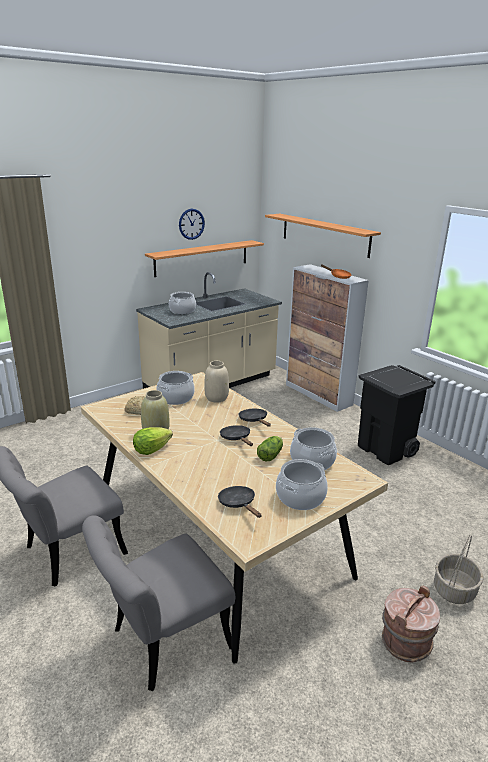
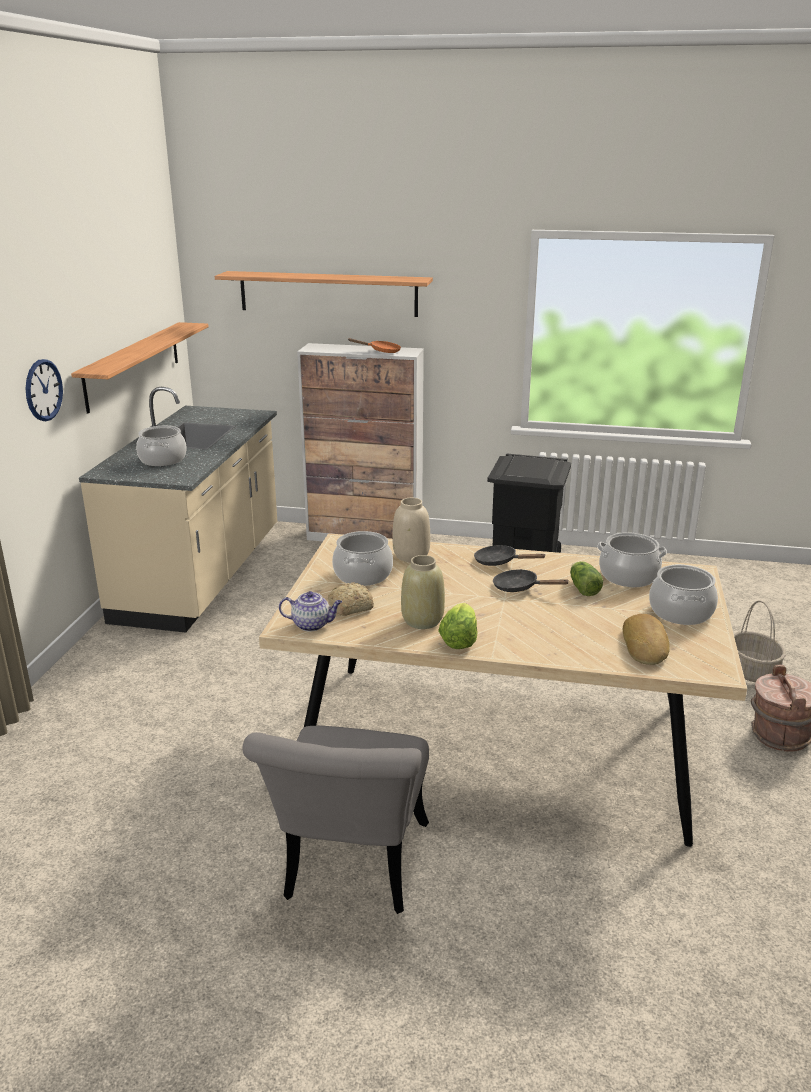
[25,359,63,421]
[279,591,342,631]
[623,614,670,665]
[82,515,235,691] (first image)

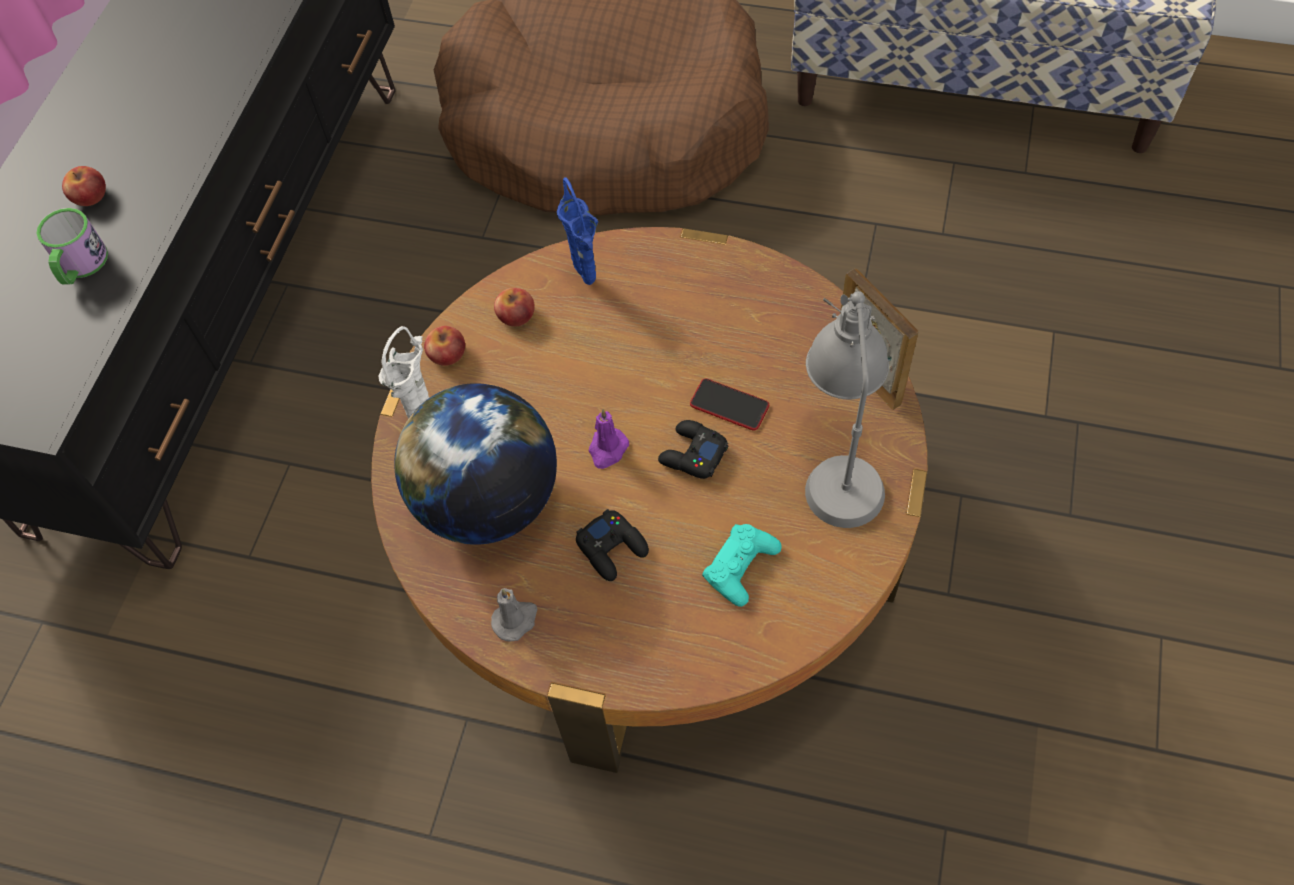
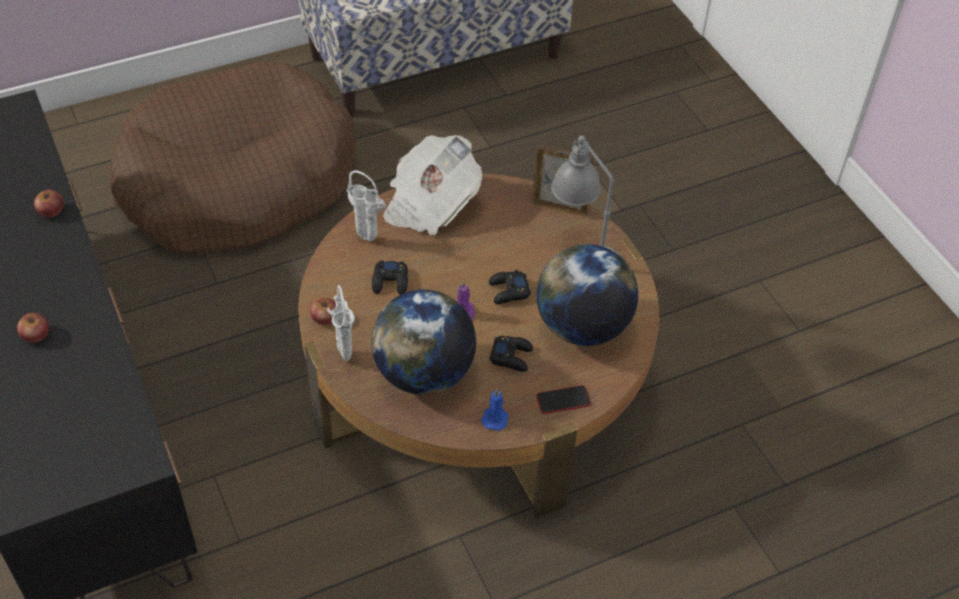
[34,190,64,217]
[346,170,386,241]
[372,261,408,295]
[383,135,482,235]
[481,388,508,431]
[536,385,591,414]
[537,244,638,346]
[36,208,108,285] (first image)

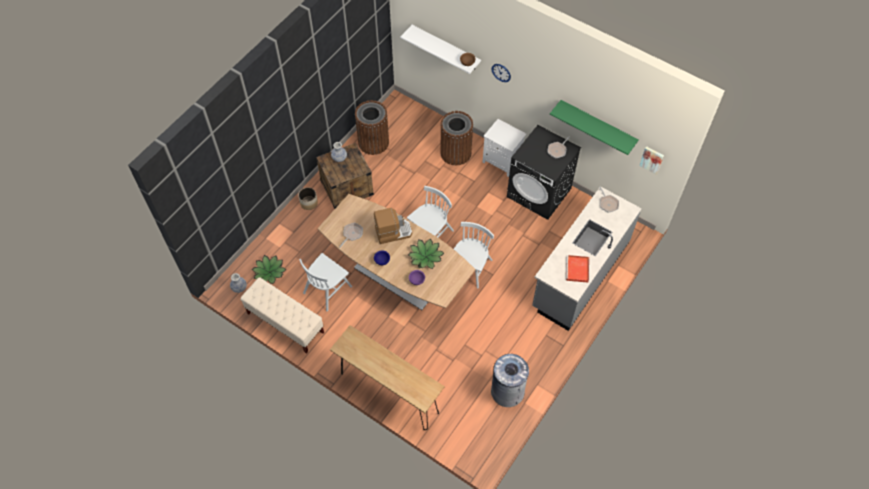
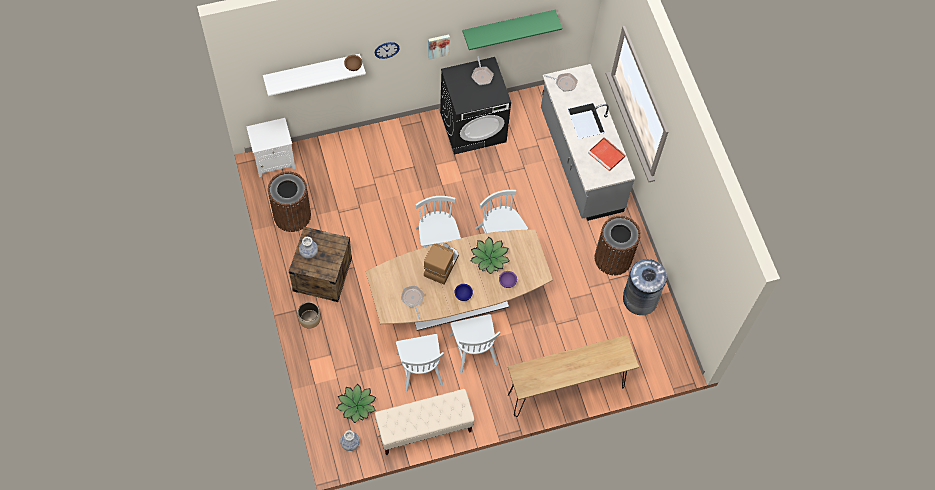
[246,118,295,177]
[428,35,450,60]
[450,314,500,373]
[595,216,641,276]

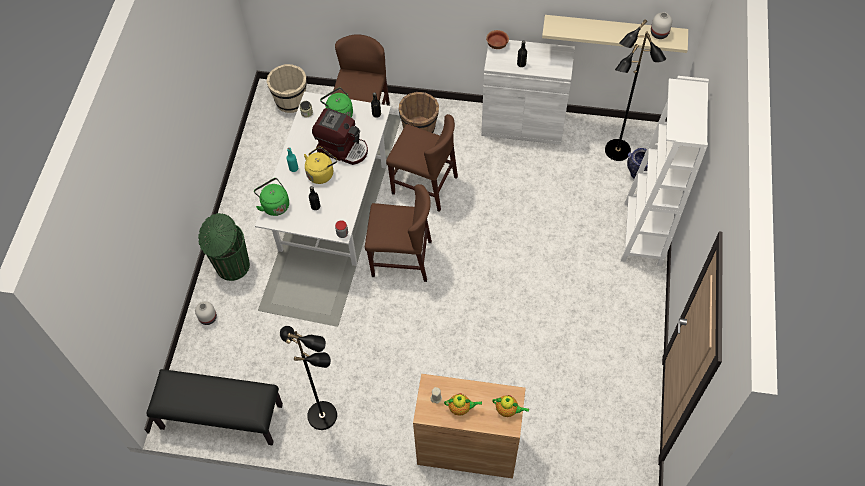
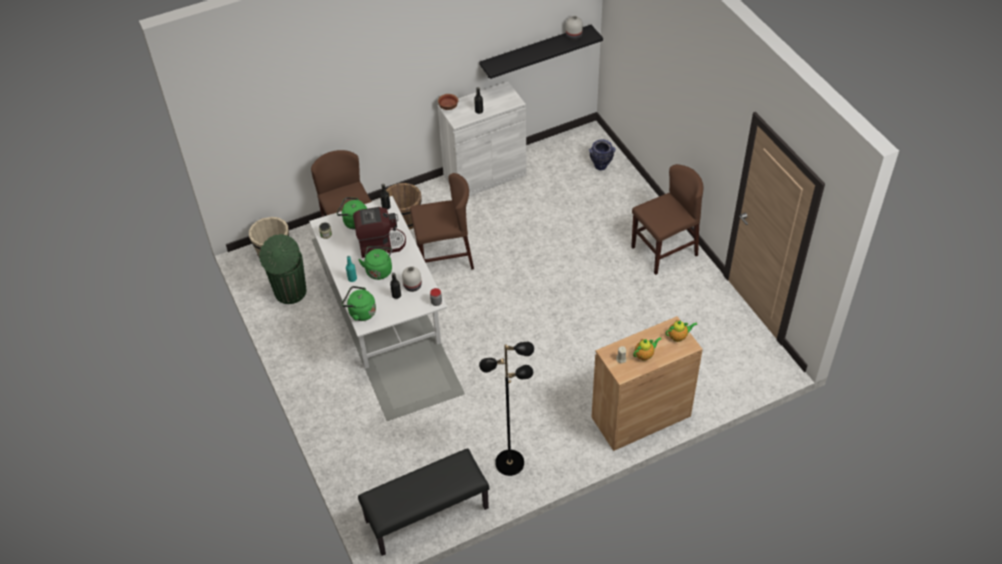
[259,234,306,304]
[358,246,392,280]
[402,267,422,292]
[479,25,603,79]
[631,164,703,275]
[605,19,666,161] (first image)
[621,76,709,266] (first image)

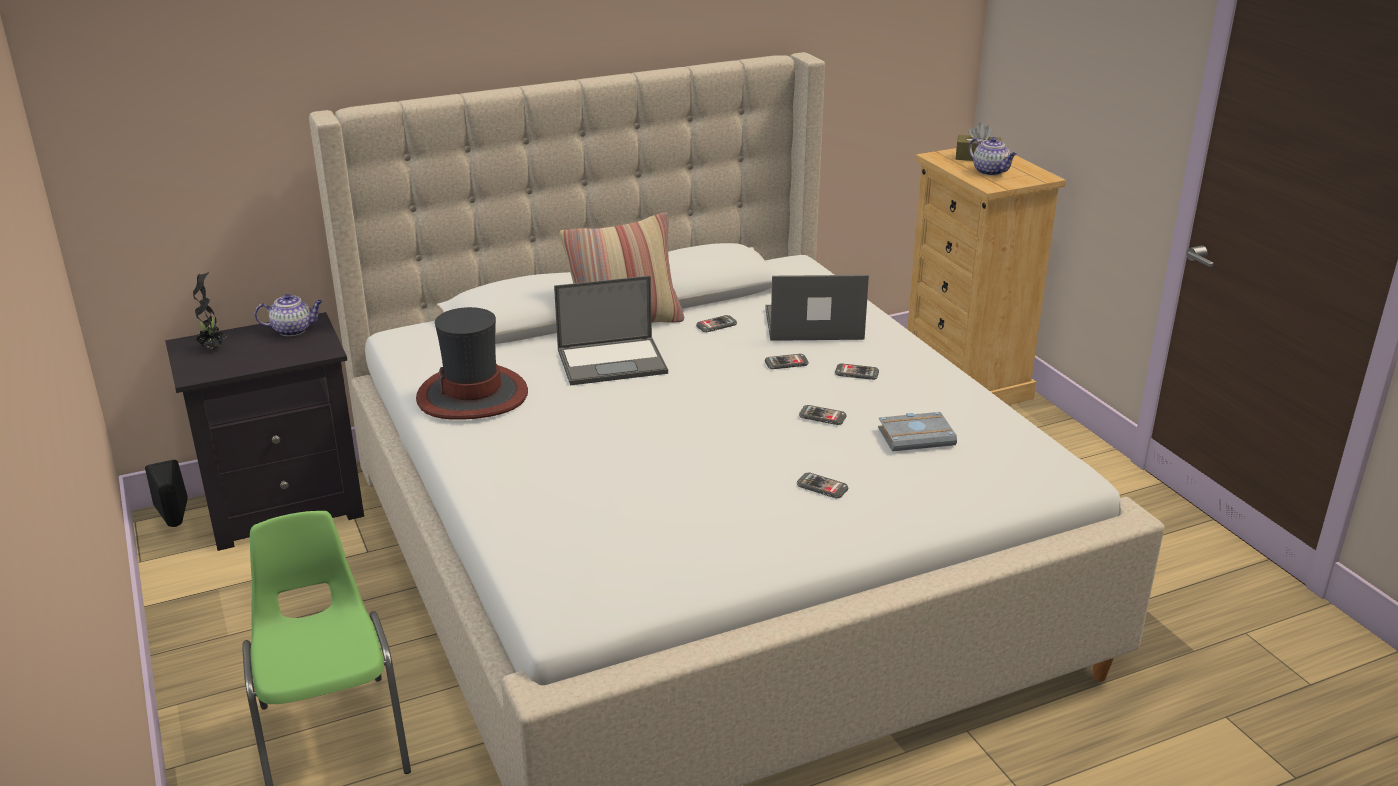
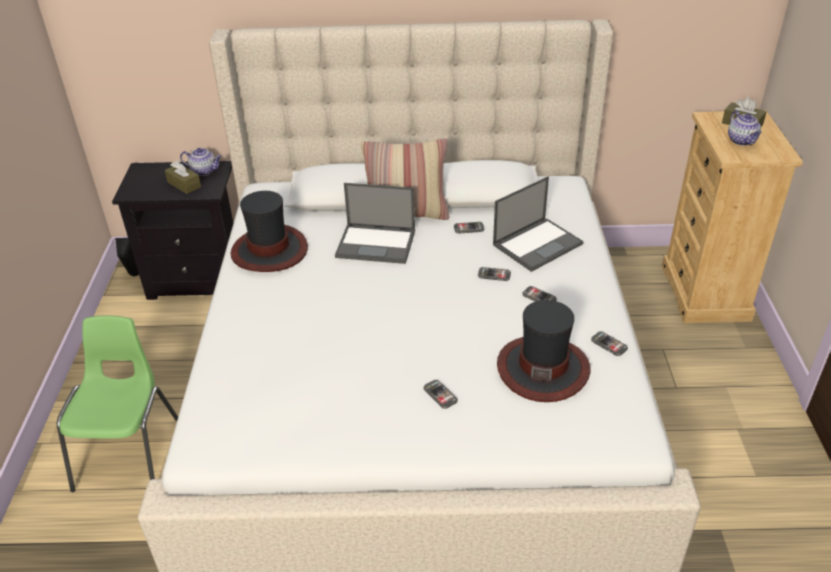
[165,160,201,194]
[493,176,584,272]
[497,300,591,402]
[591,331,628,356]
[193,272,225,349] (first image)

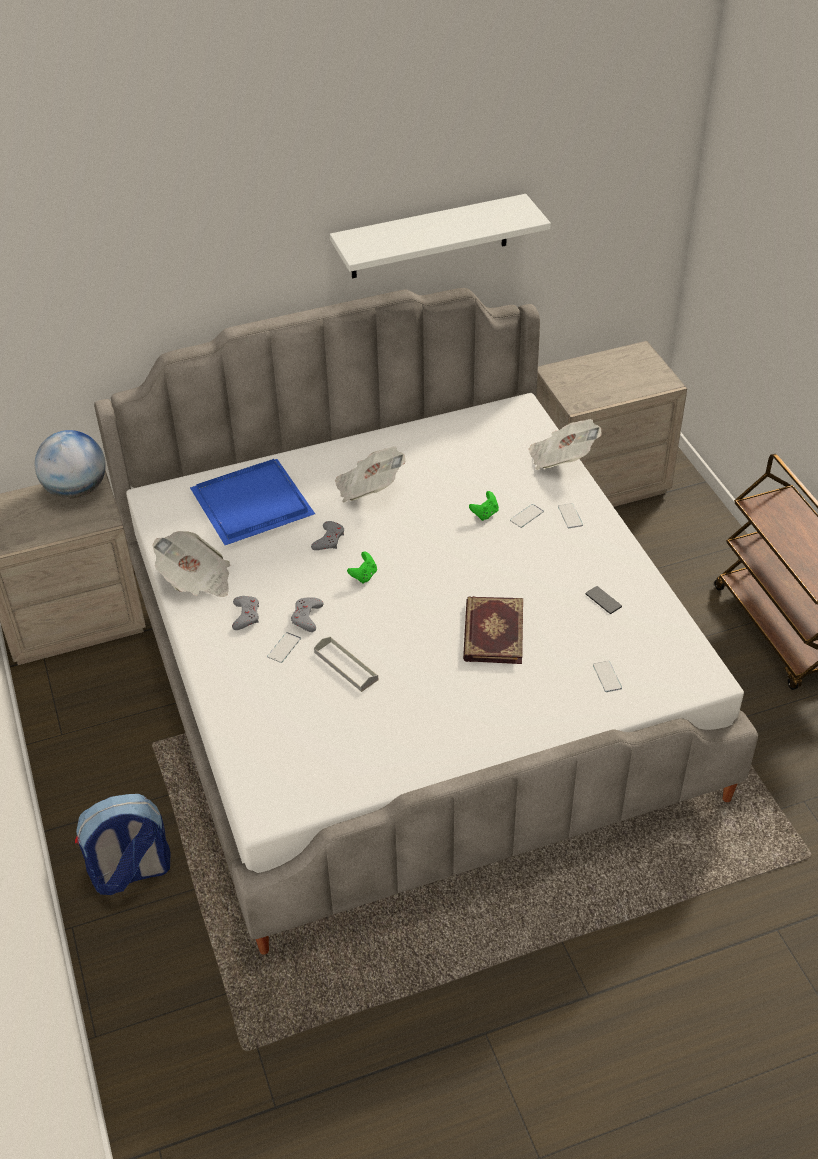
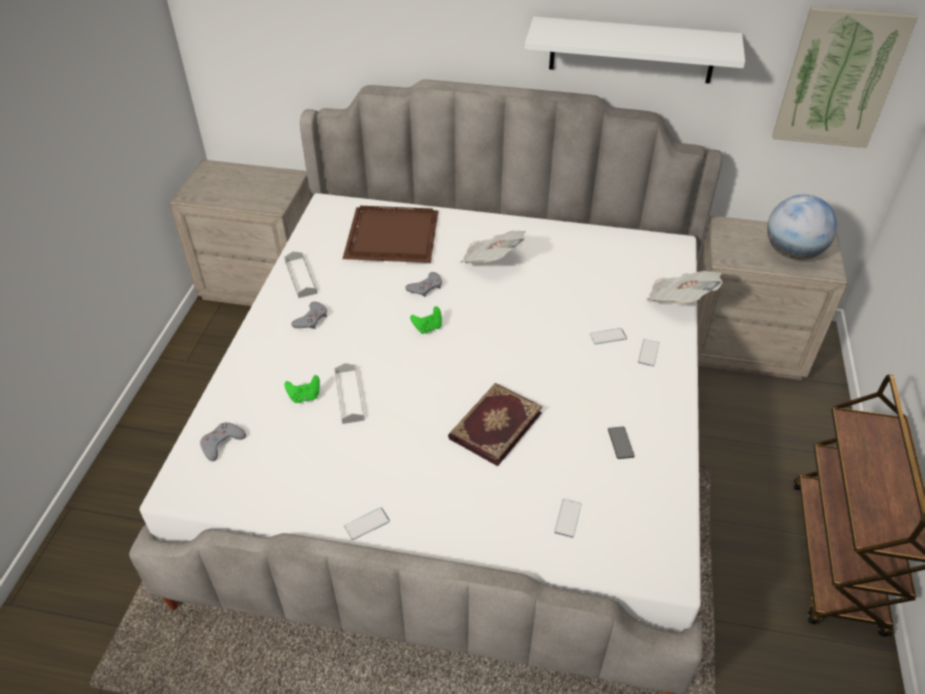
[200,422,246,461]
[284,252,317,298]
[285,375,320,403]
[342,206,439,263]
[344,508,390,540]
[767,195,837,260]
[772,6,918,148]
[75,794,170,895] (first image)

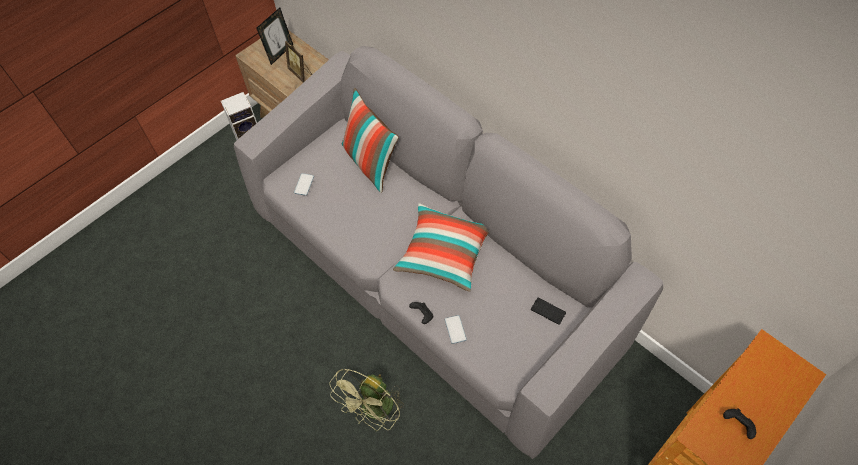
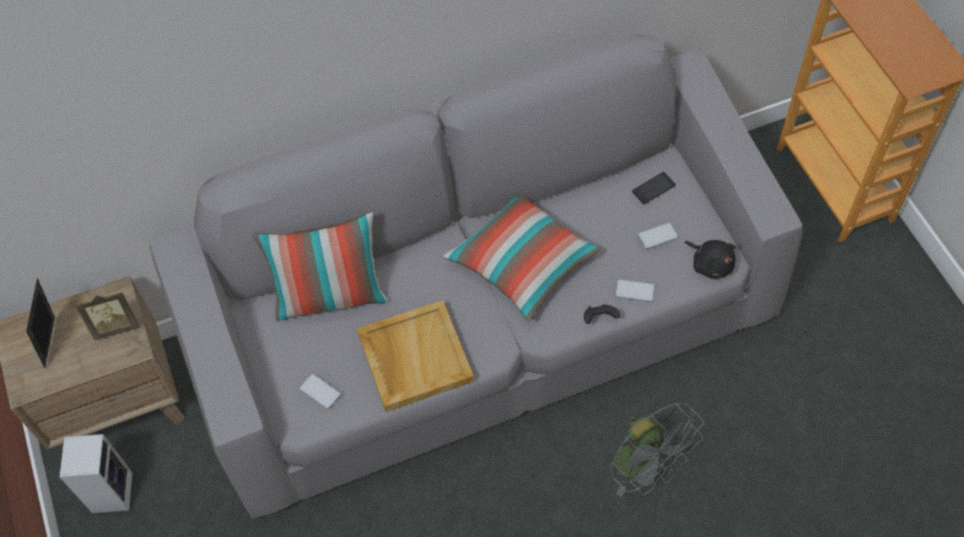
[26,278,55,368]
[357,300,474,412]
[611,402,704,497]
[638,222,678,249]
[684,240,736,279]
[723,408,756,439] (first image)

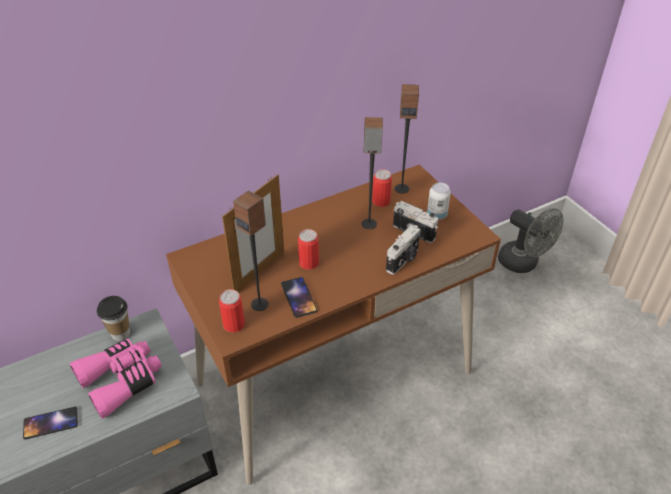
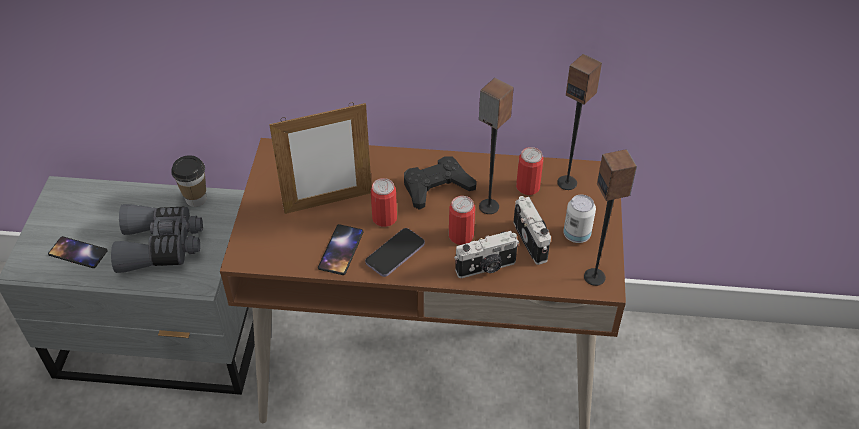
[111,204,203,273]
[365,228,425,277]
[404,156,477,210]
[449,196,475,245]
[584,150,637,286]
[498,208,564,273] (first image)

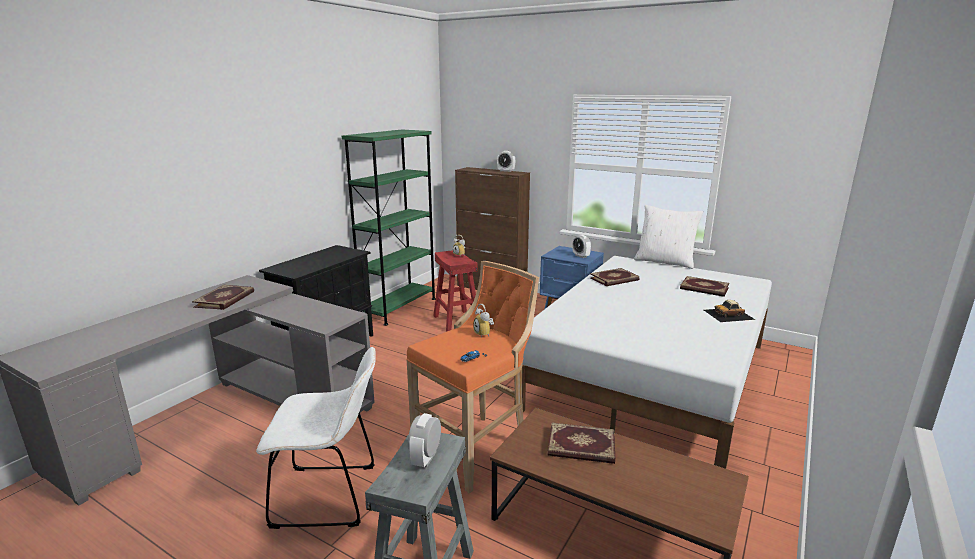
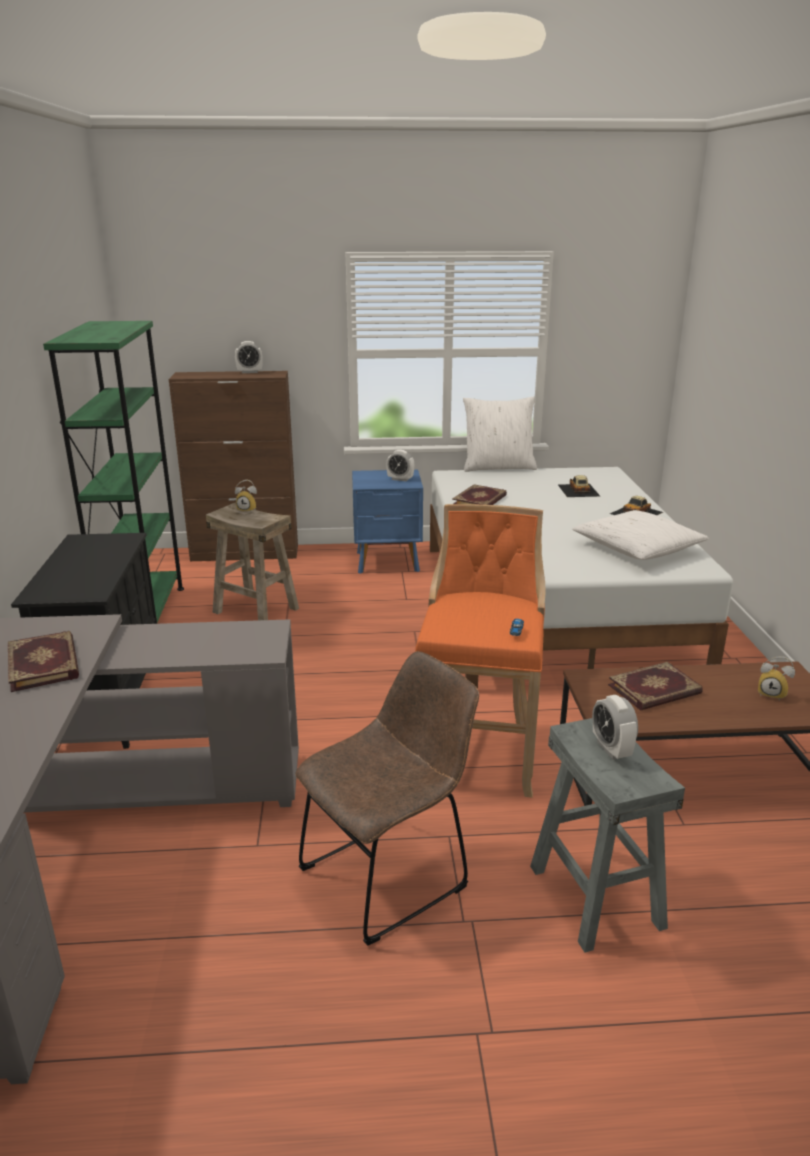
[206,503,299,620]
[295,651,479,946]
[558,475,601,497]
[572,510,709,560]
[758,656,795,701]

